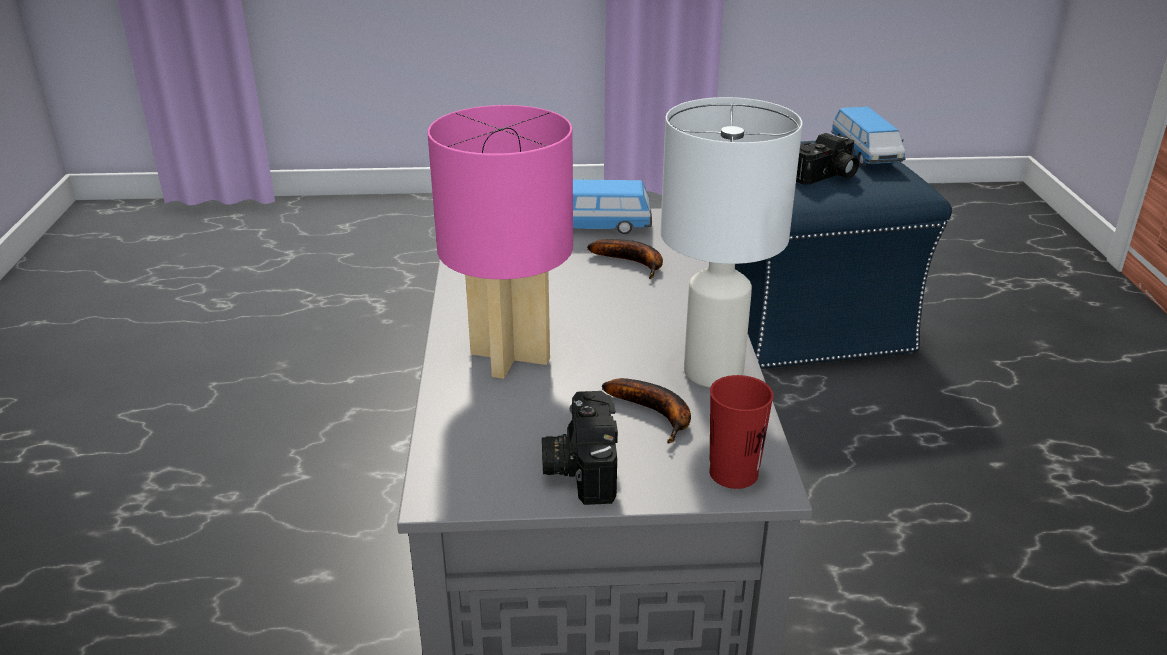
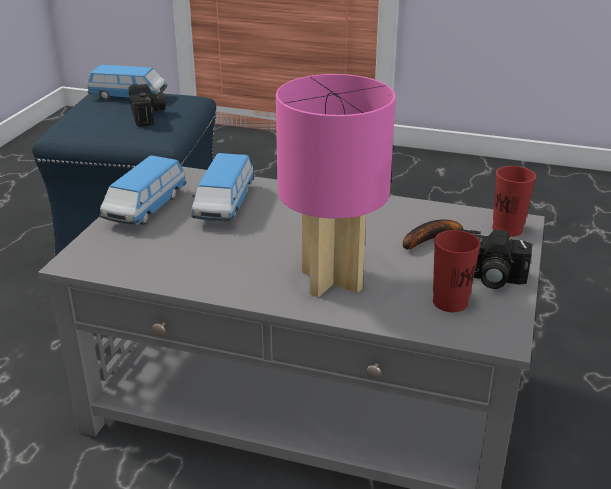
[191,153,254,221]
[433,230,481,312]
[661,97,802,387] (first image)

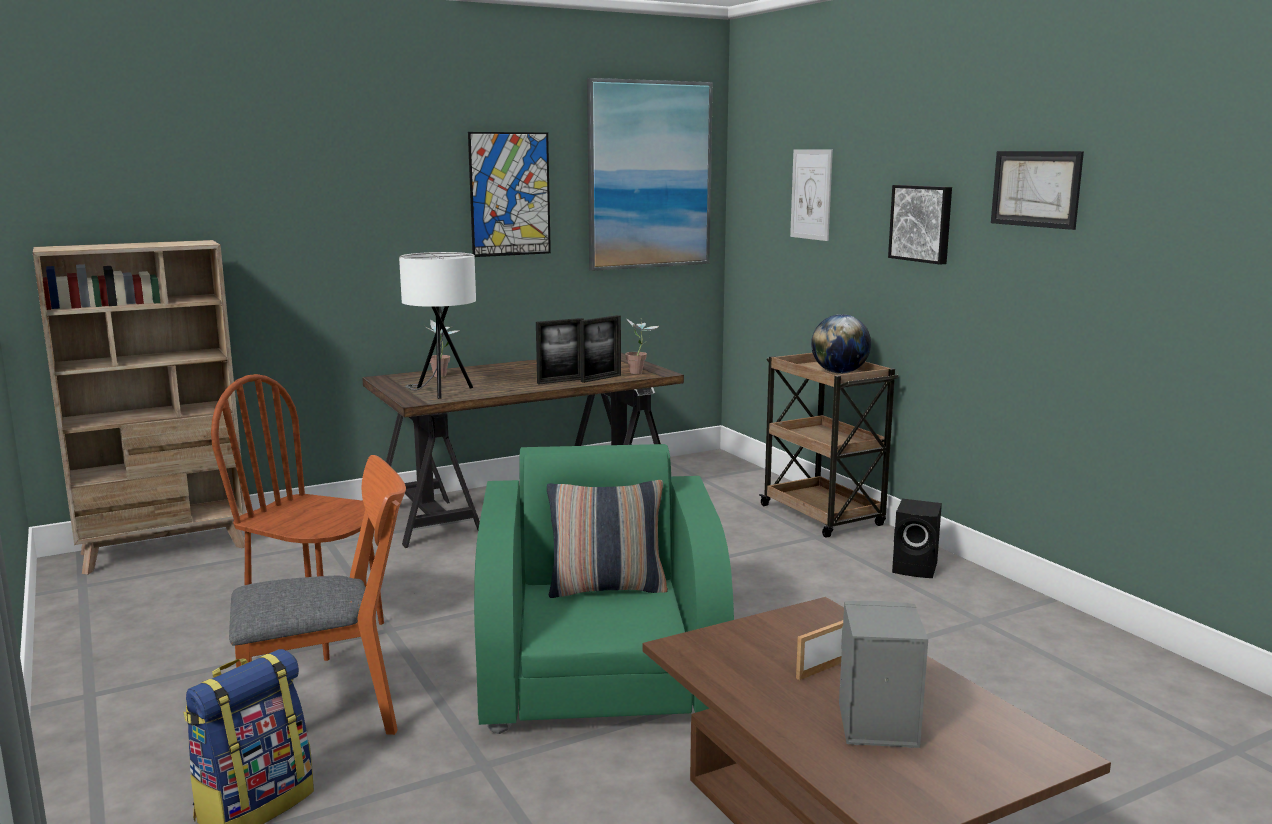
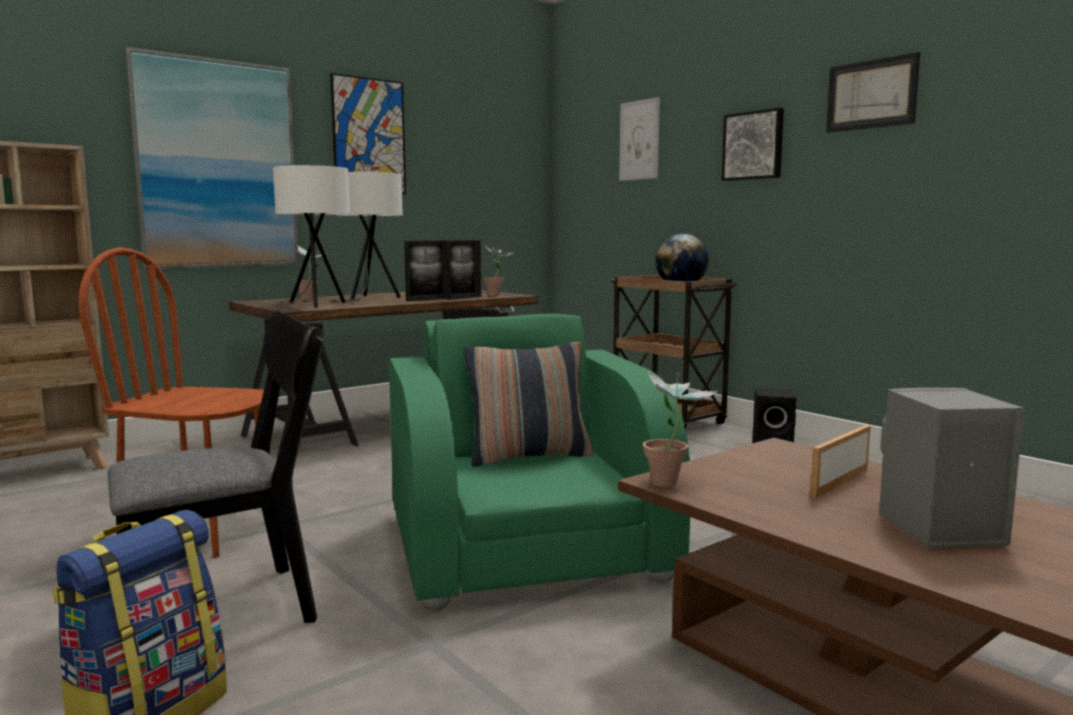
[107,311,325,623]
[125,47,299,269]
[330,172,403,302]
[643,370,718,487]

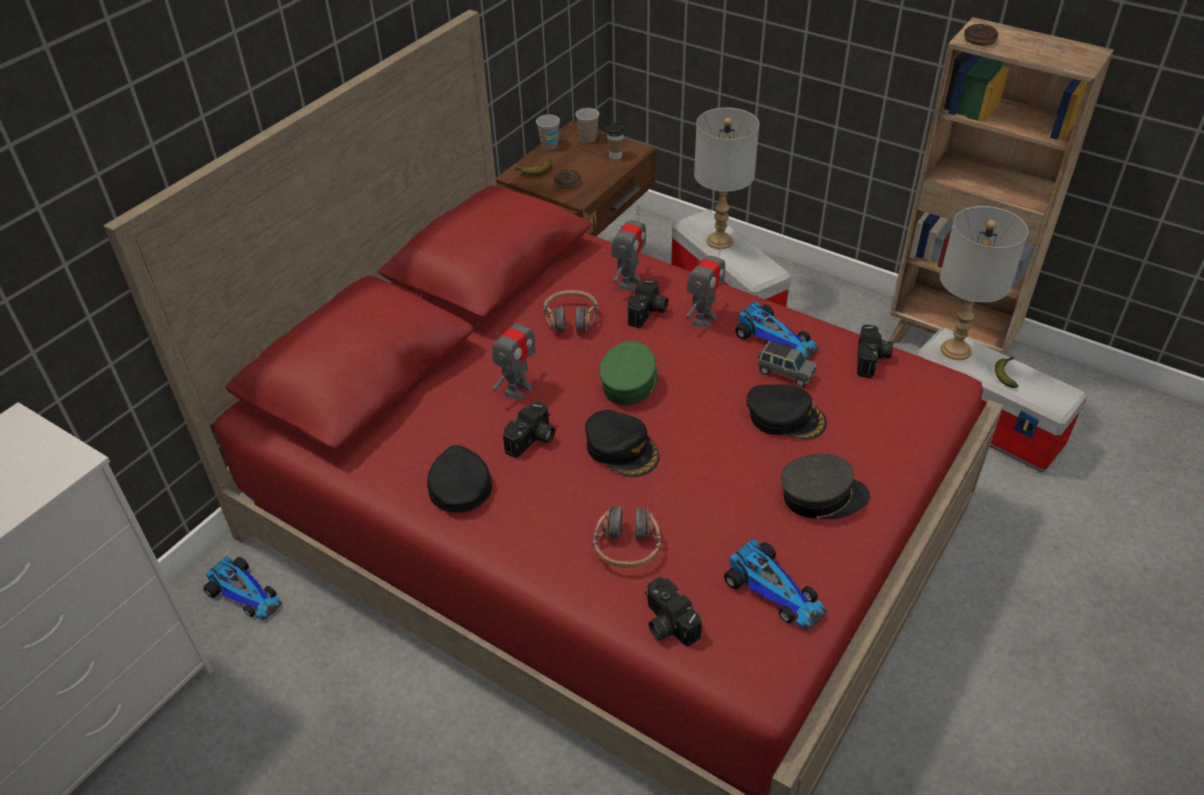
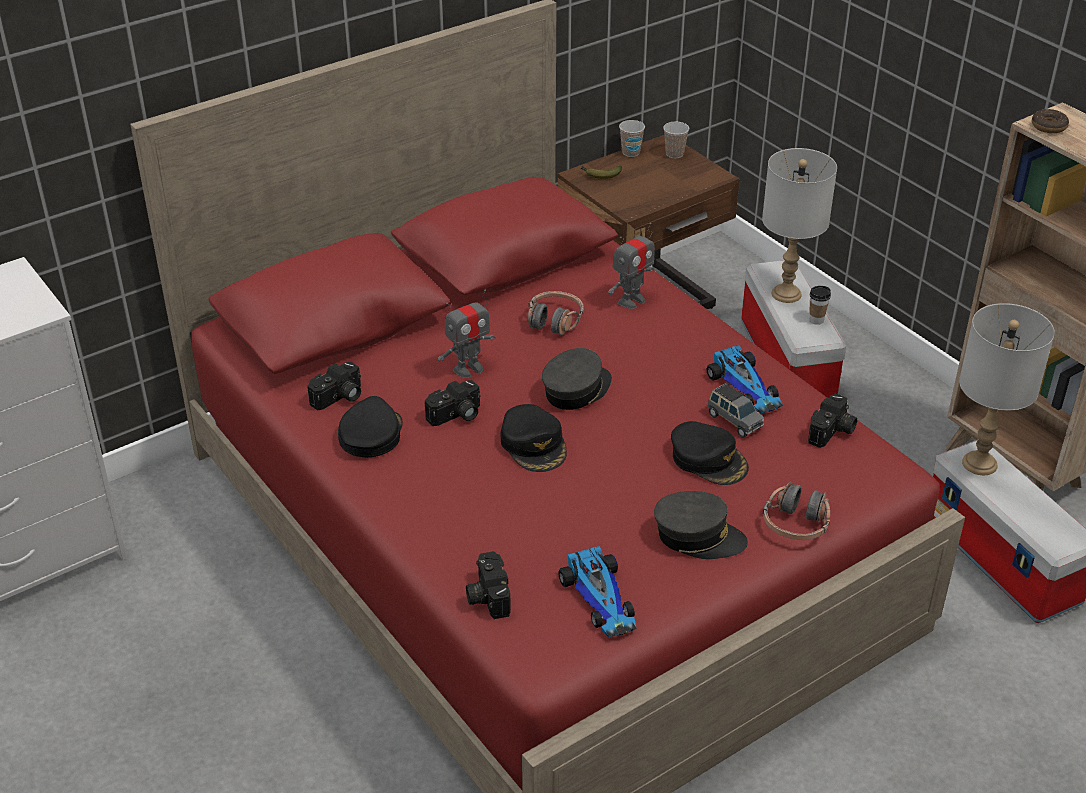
[307,361,361,410]
[542,348,612,410]
[763,482,830,540]
[809,286,831,325]
[204,556,282,620] (first image)
[554,169,581,189] (first image)
[686,241,725,328] (first image)
[995,357,1019,388] (first image)

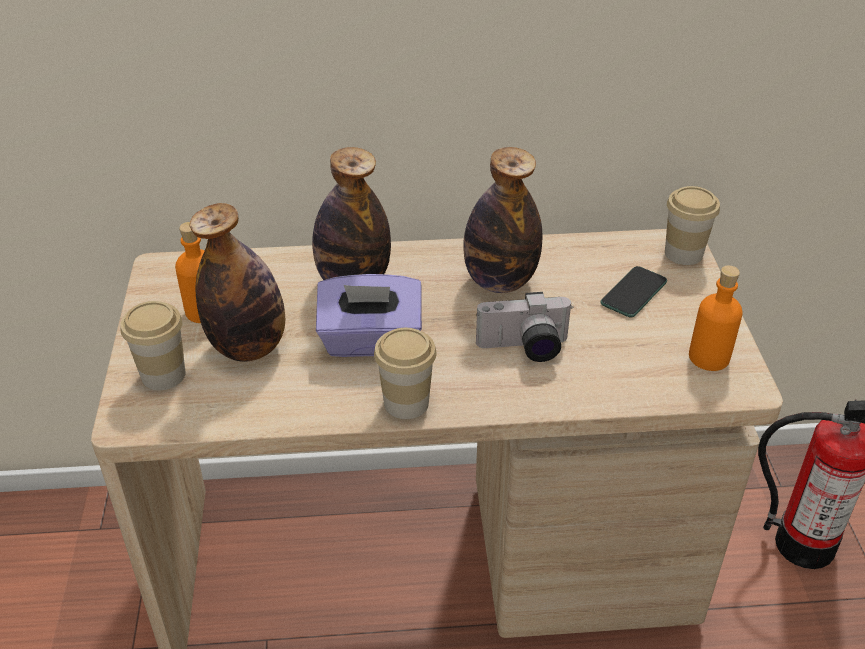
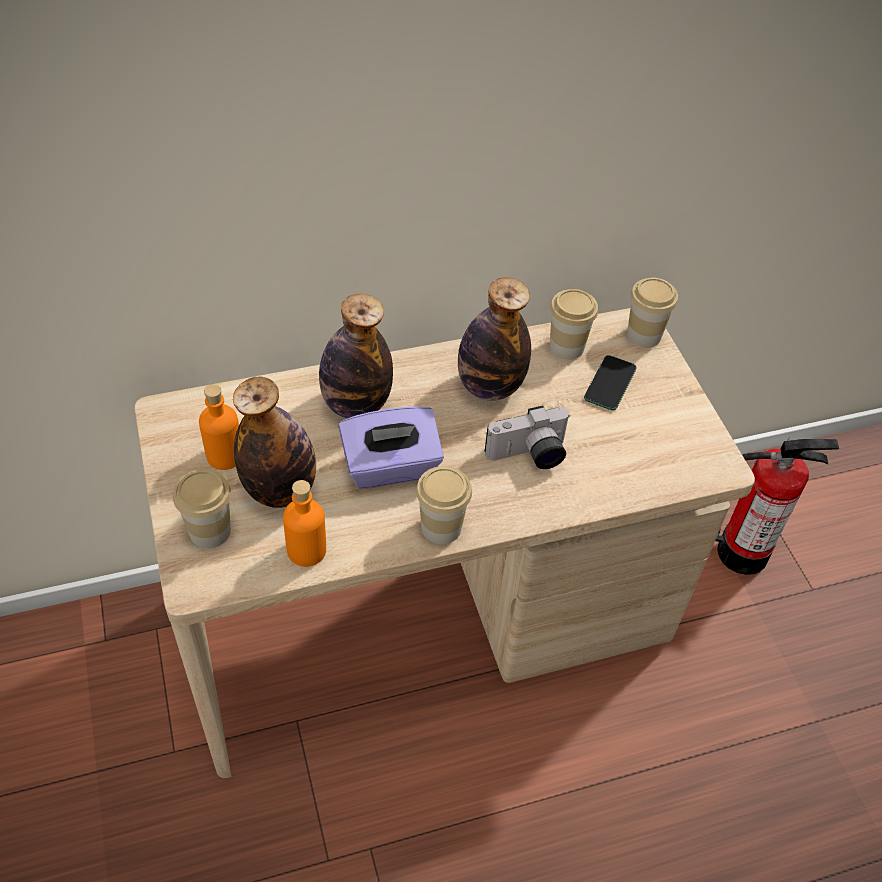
[283,480,326,567]
[550,289,598,360]

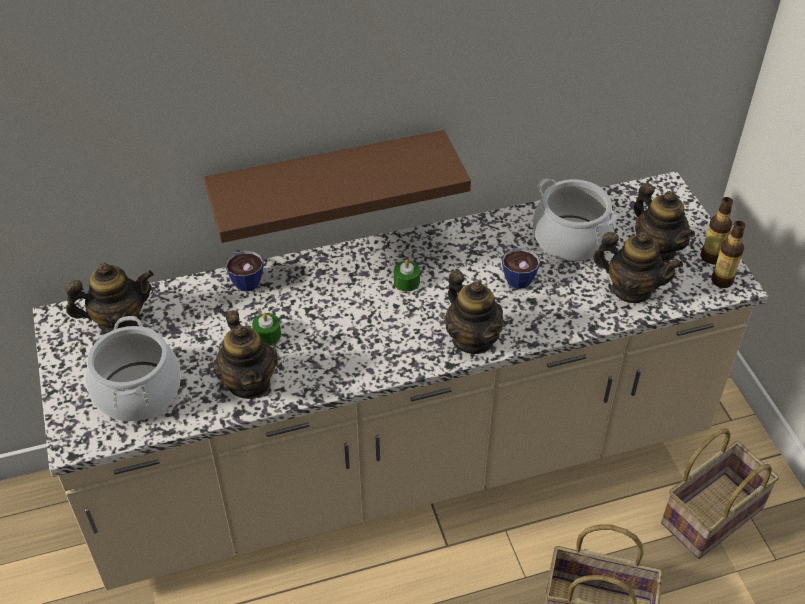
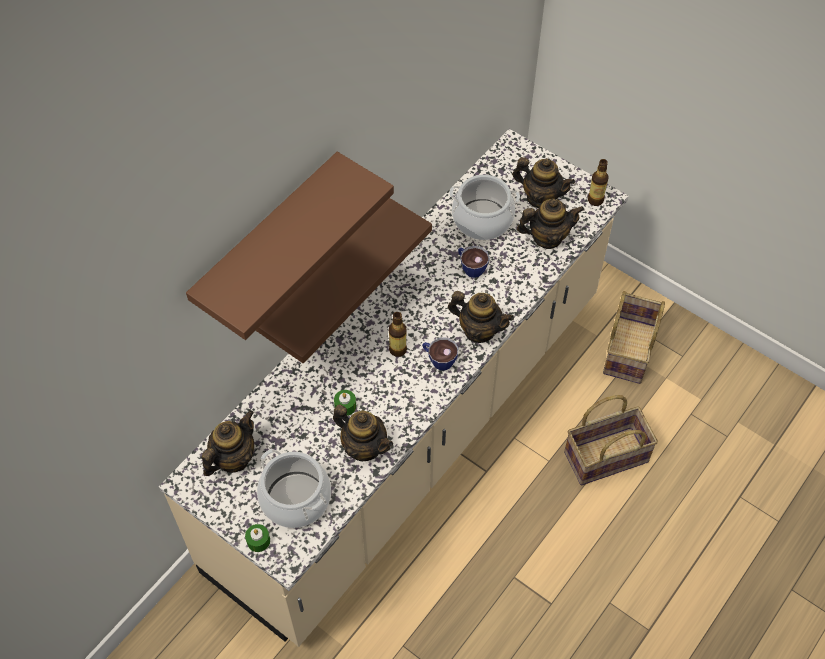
[186,152,394,340]
[245,524,270,552]
[389,312,407,357]
[422,338,458,371]

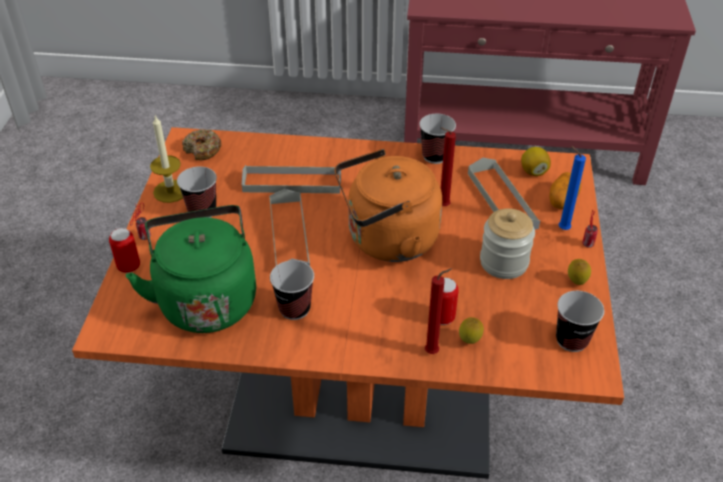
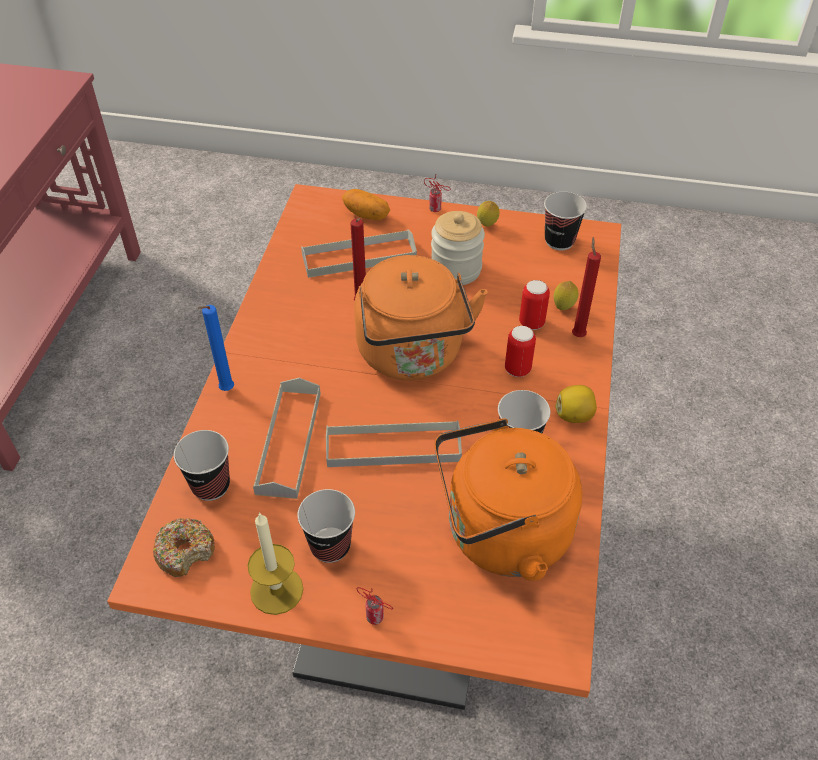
[174,430,230,501]
[197,305,234,391]
[434,418,583,581]
[505,326,536,377]
[555,385,596,423]

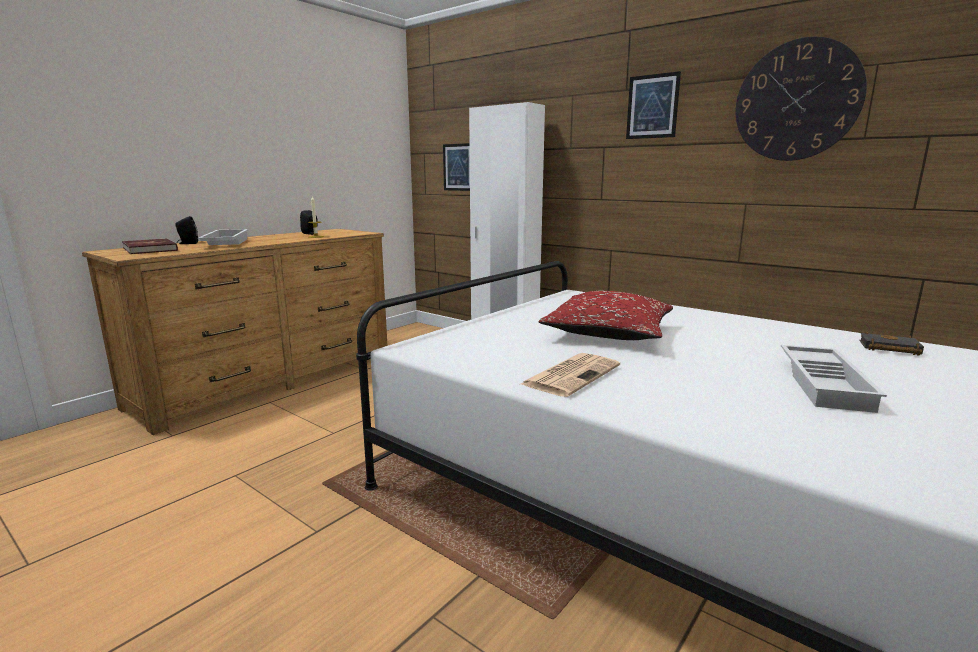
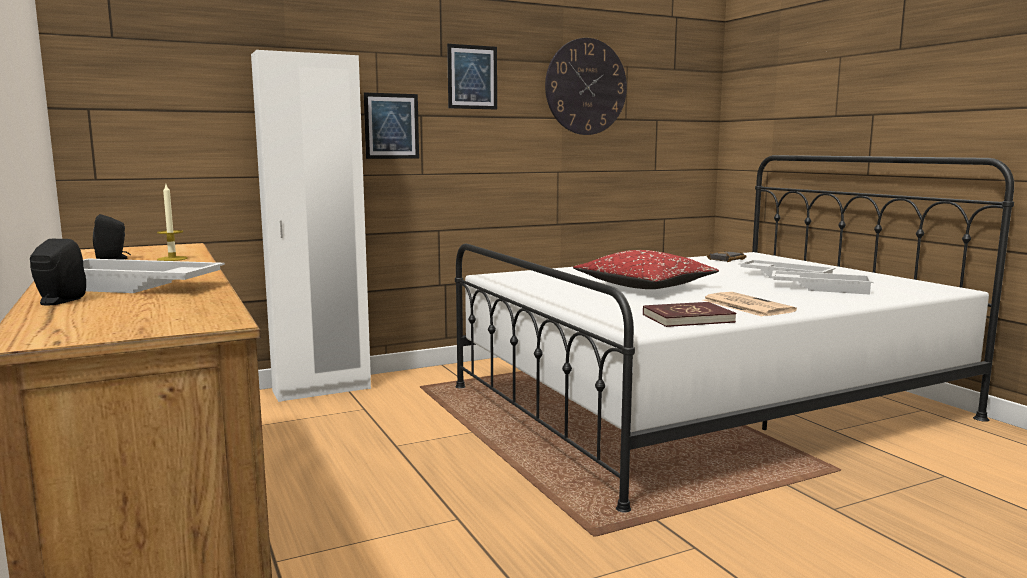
[364,92,419,159]
[643,302,736,327]
[772,270,873,295]

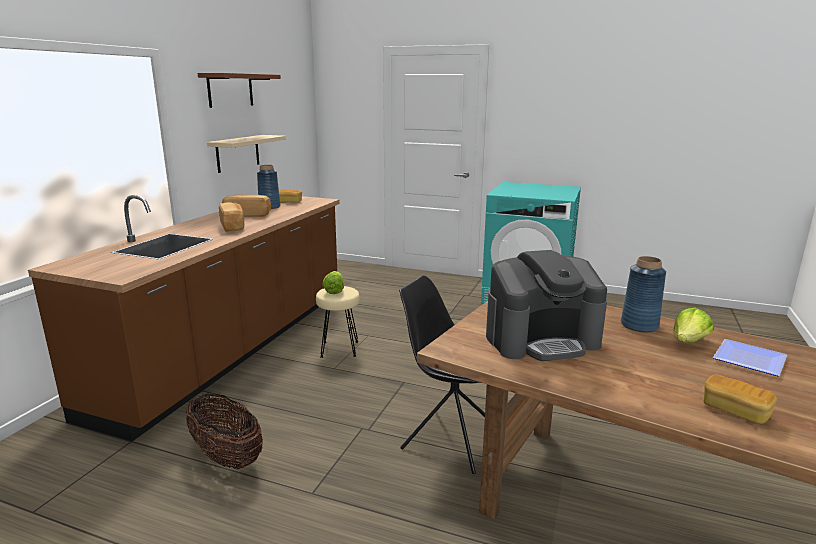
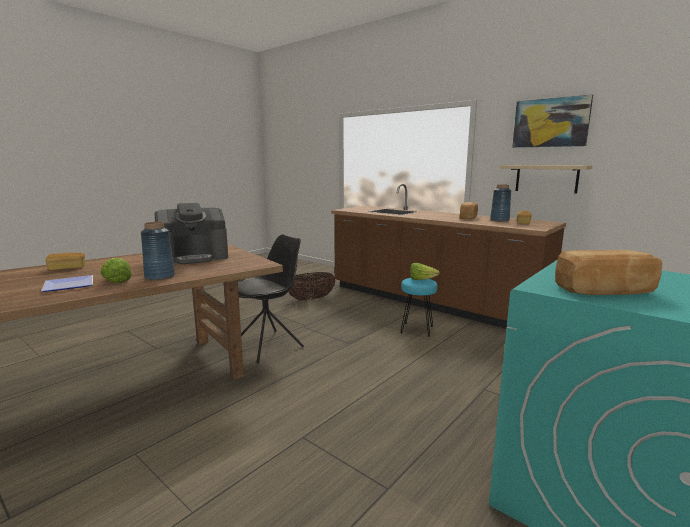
[155,203,228,264]
[400,278,438,337]
[512,95,593,148]
[555,250,662,295]

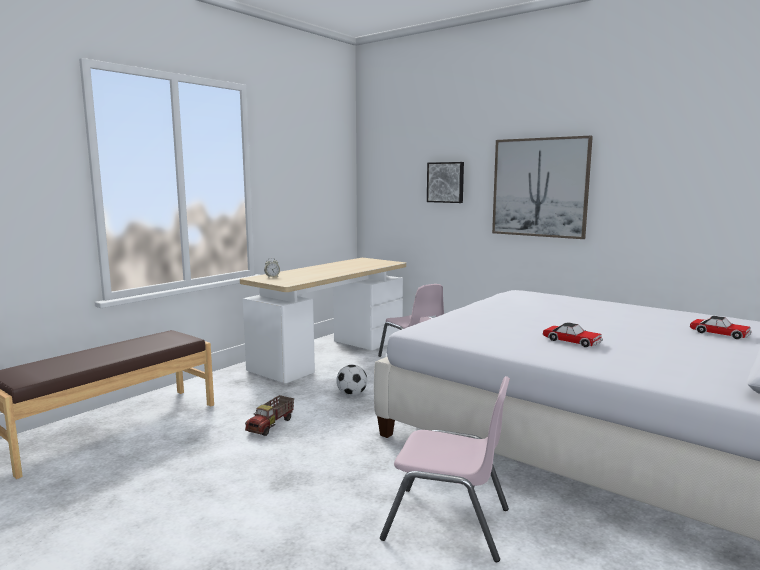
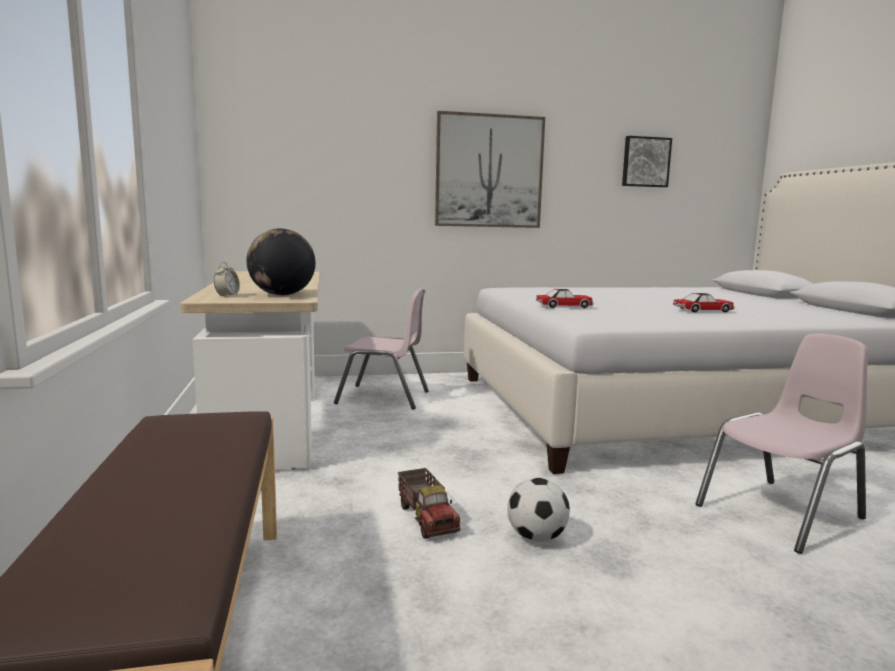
[247,228,316,295]
[507,478,570,542]
[536,289,594,308]
[622,136,672,187]

